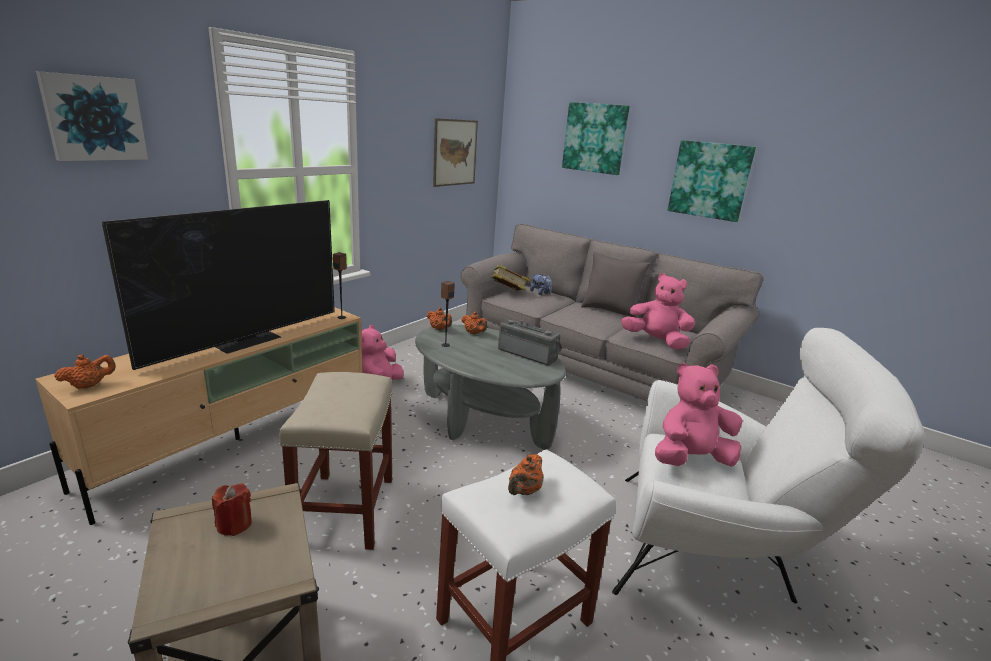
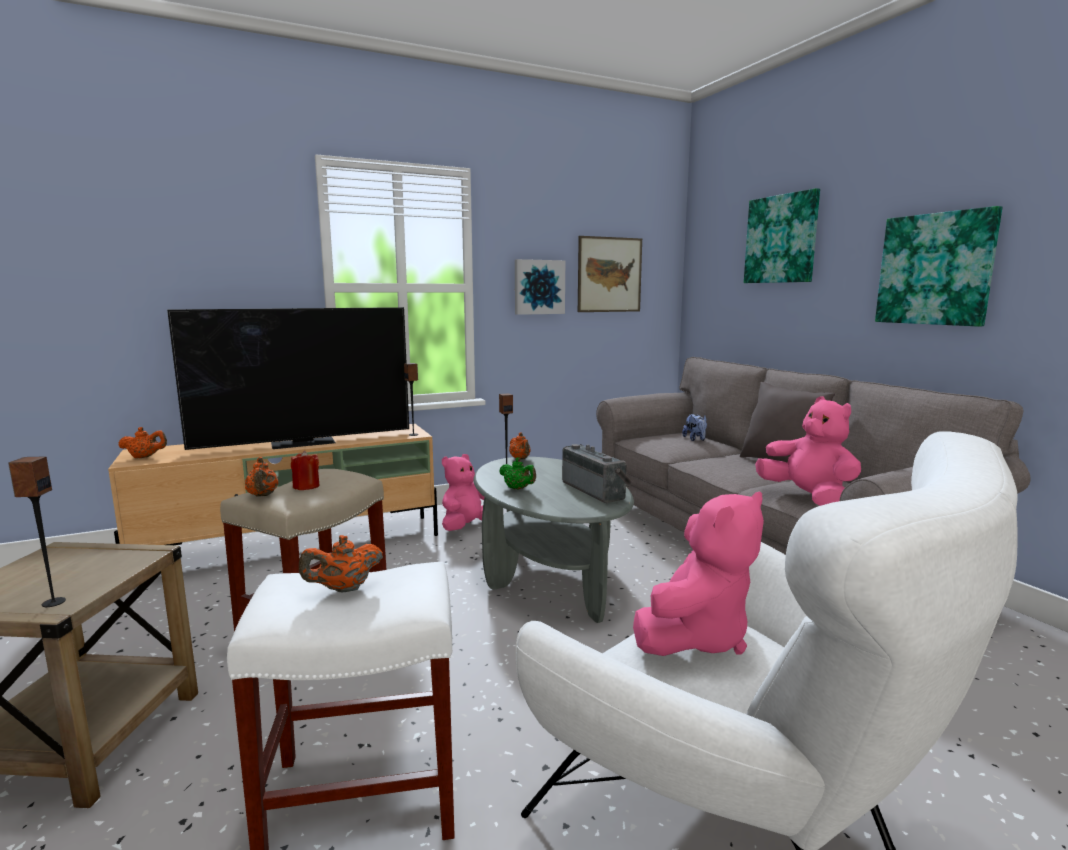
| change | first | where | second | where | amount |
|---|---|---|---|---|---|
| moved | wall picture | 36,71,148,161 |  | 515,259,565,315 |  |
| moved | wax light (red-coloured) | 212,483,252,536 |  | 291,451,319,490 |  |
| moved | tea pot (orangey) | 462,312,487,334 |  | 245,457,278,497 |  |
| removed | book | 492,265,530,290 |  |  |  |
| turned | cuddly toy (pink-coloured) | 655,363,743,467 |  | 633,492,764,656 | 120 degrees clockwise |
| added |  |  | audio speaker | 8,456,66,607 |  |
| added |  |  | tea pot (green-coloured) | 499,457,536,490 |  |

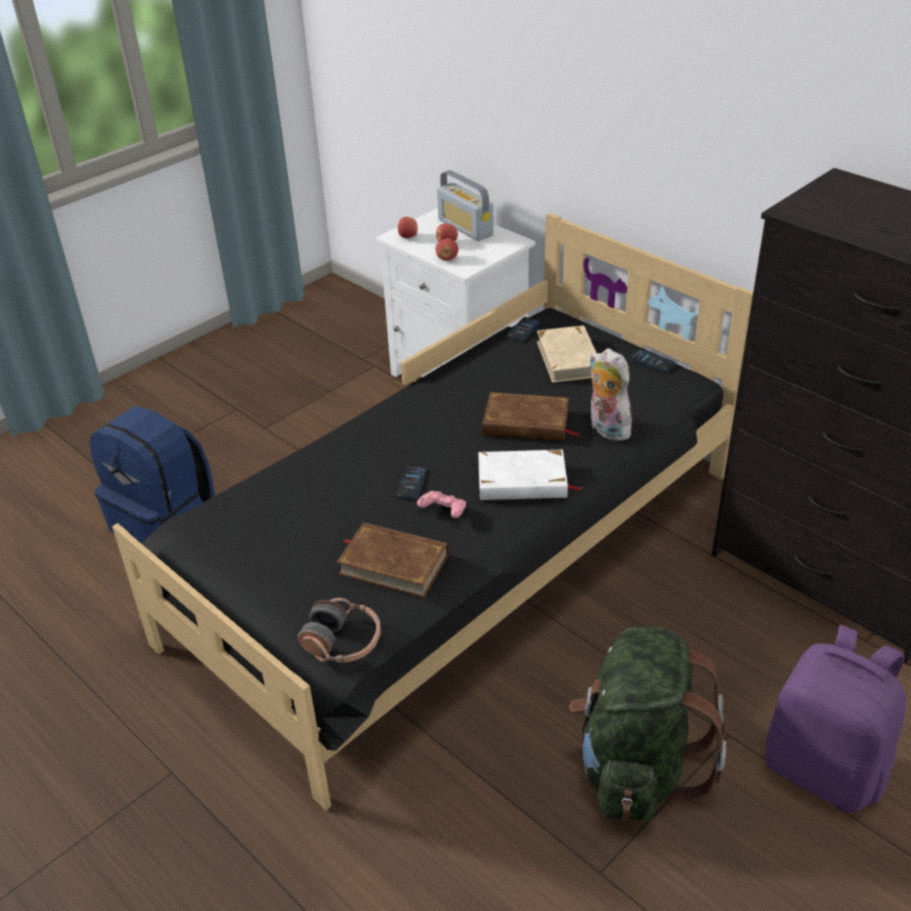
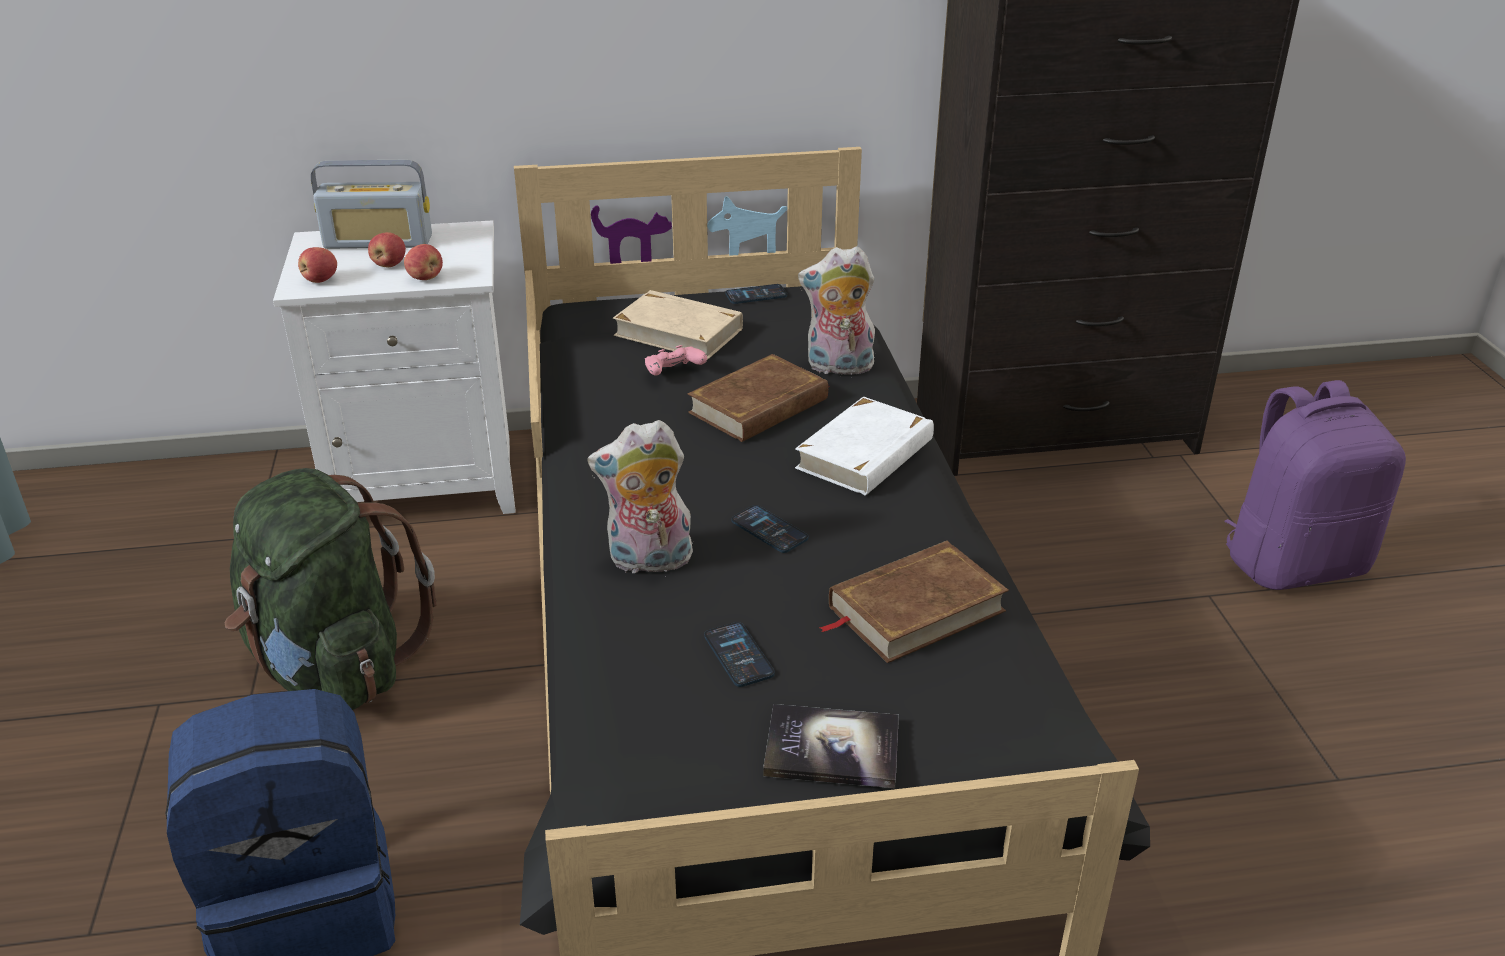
| change | first | where | second | where | amount |
|---|---|---|---|---|---|
| removed | headphones | 297,598,381,663 |  |  |  |
| moved | joypad (pink-coloured) | 417,491,466,518 |  | 645,345,707,376 |  |
| moved | handset | 506,317,541,342 |  | 704,622,775,687 |  |
| moved | knapsack (green-coloured) | 569,627,727,821 |  | 224,468,437,710 |  |
| added |  |  | cuddly toy | 587,420,694,573 |  |
| added |  |  | book | 763,704,899,788 |  |

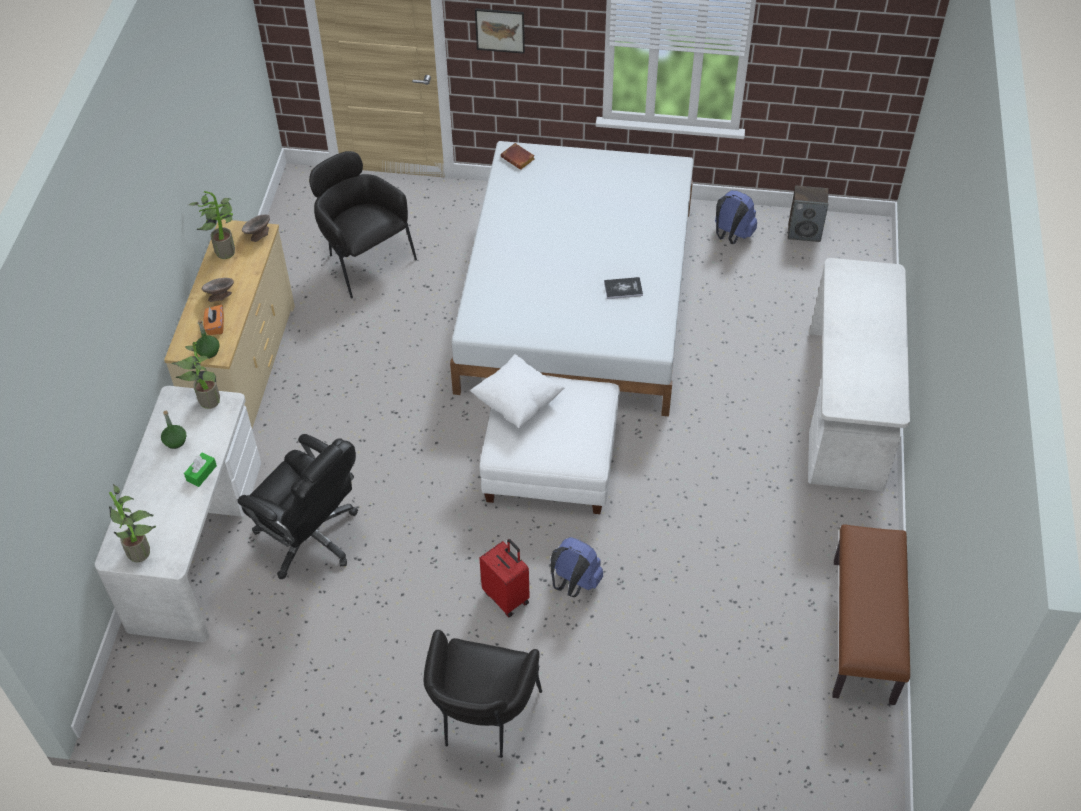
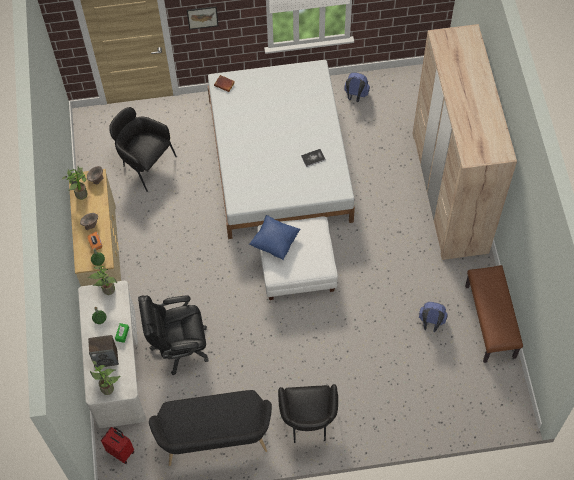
| change | first | where | second | where | amount |
|---|---|---|---|---|---|
| turned | desk chair (black-coloured) | 237,434,358,579 |  | 138,295,208,375 | 150 degrees clockwise |
| recoloured | cushion (white-coloured) | 470,354,565,429 | cushion (blue-coloured) | 249,215,301,260 |  |
| moved | piece of luggage (red-coloured) | 479,539,530,617 |  | 101,427,134,464 |  |
| moved | knapsack (blue-coloured) | 551,537,603,597 |  | 419,302,448,332 |  |
| moved | audio speaker | 788,186,828,242 |  | 88,335,119,368 |  |
| replaced | desk (white-coloured) | 808,258,910,491 | wardrobe (beige-coloured) | 413,24,517,260 |  |
| added |  |  | indoor bench (black-coloured) | 149,390,272,466 |  |

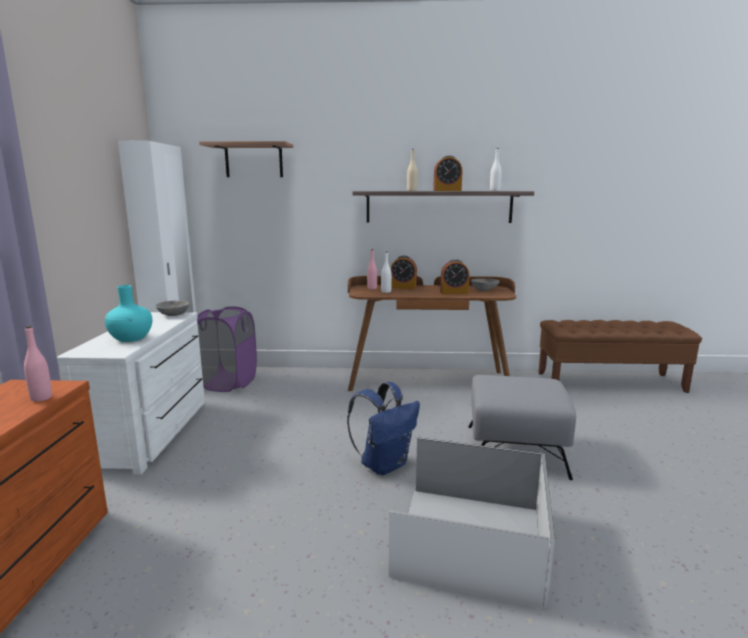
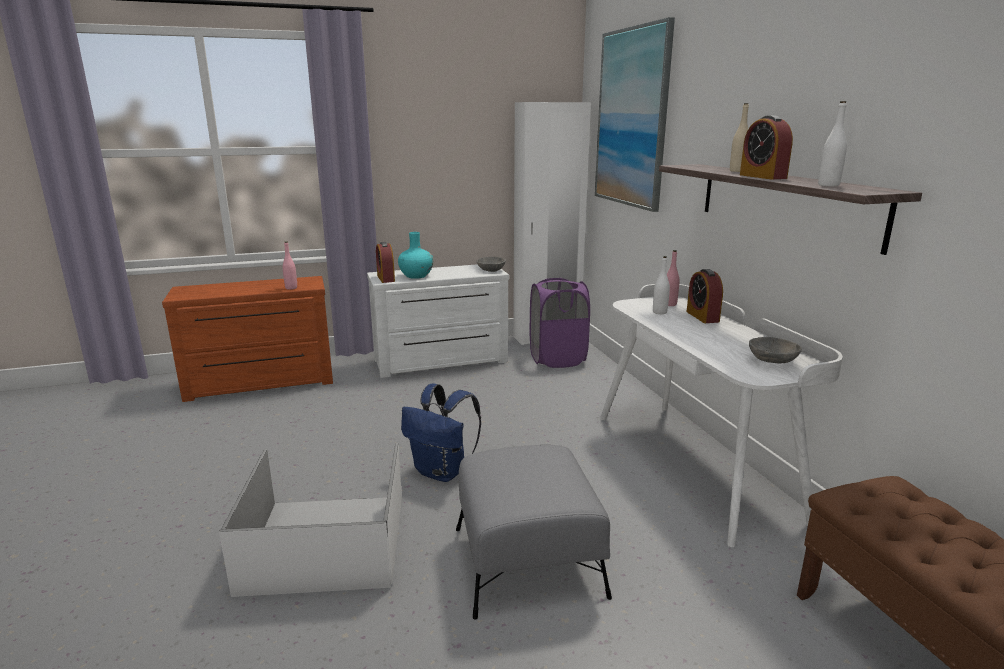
| change | first | where | second | where | amount |
|---|---|---|---|---|---|
| replaced | wall shelf | 199,141,293,177 | wall picture | 595,17,675,212 |  |
| recoloured | desk (brown) | 348,276,516,391 | desk (white-coloured) | 600,284,843,547 |  |
| moved | table clock | 440,259,470,294 |  | 376,242,395,283 |  |

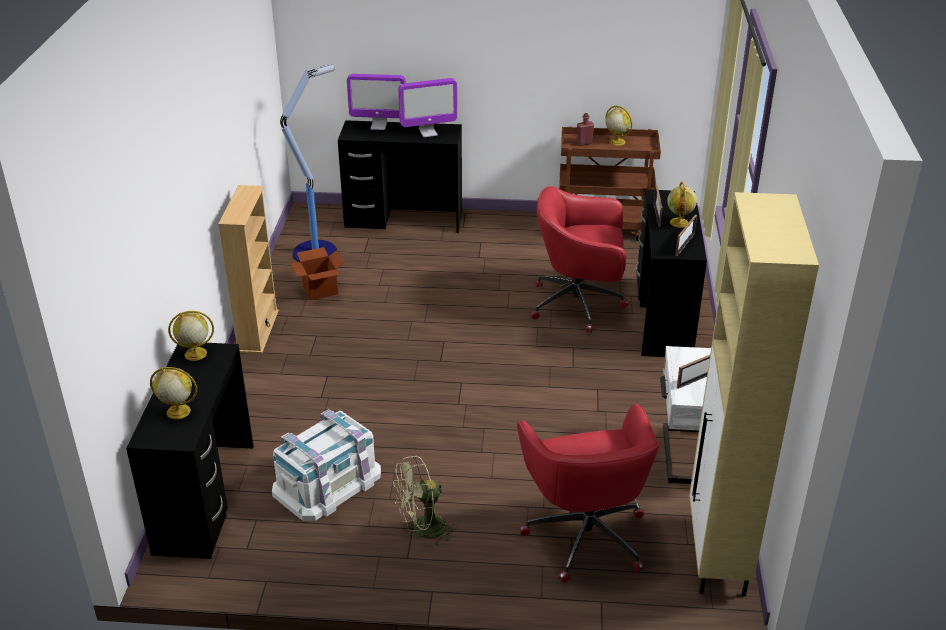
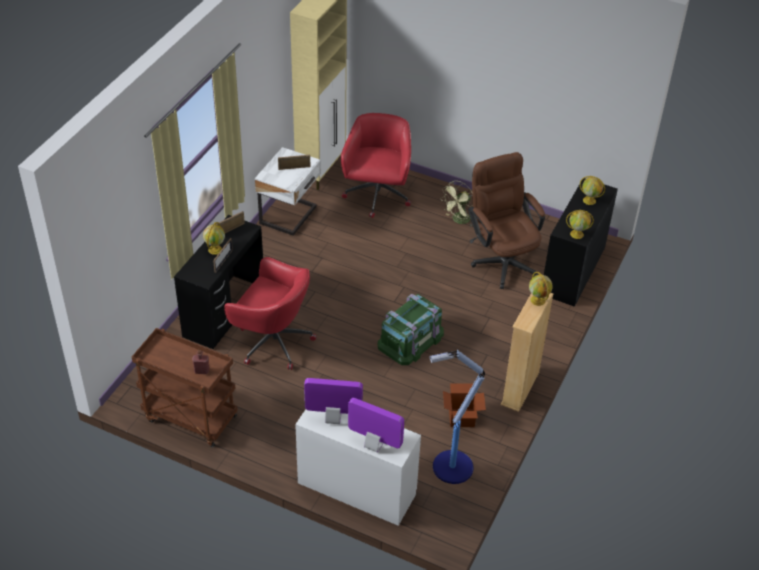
| change | first | where | second | where | amount |
|---|---|---|---|---|---|
| replaced | storage box (white-coloured) | 272,409,381,521 | desk chair (brown) | 468,152,545,289 |  |
| recoloured | desk (black-coloured) | 338,120,462,233 | desk (white-coloured) | 295,410,421,526 |  |
| turned | electric fan (green-coloured) | 393,455,457,547 |  | 440,181,472,226 | 135 degrees clockwise |
| moved | desk globe | 606,105,632,146 |  | 529,272,553,306 |  |
| added |  |  | storage box (green-coloured) | 378,294,444,365 |  |

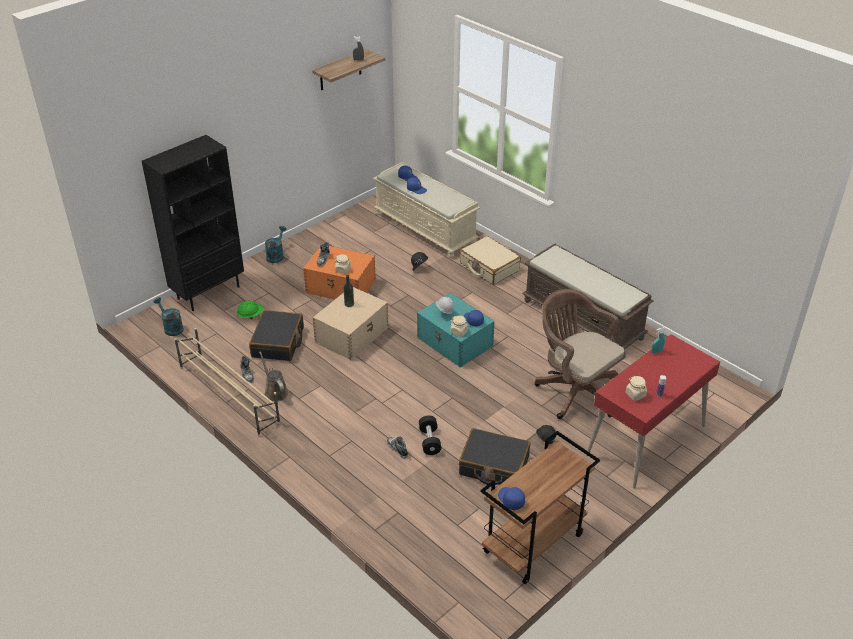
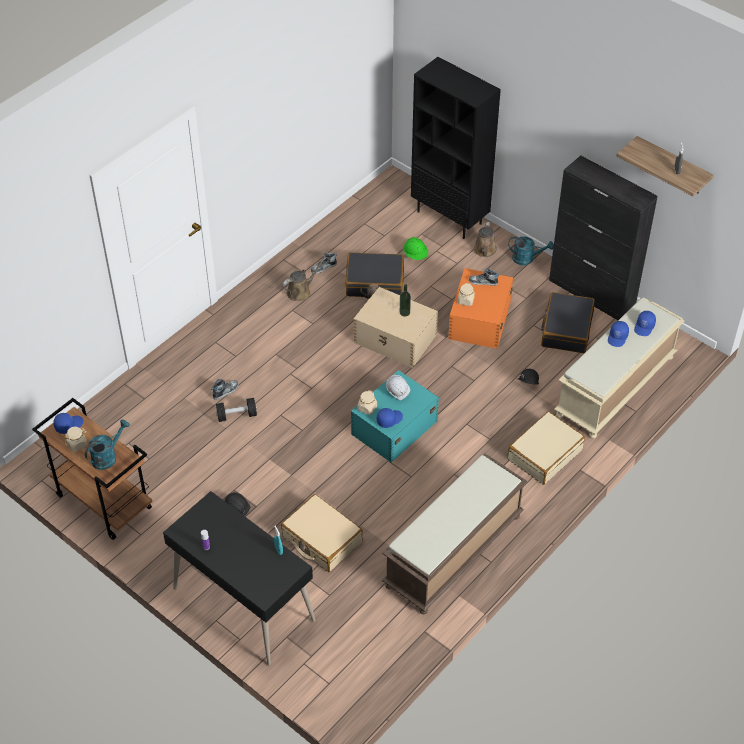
| change | first | where | second | where | amount |
|---|---|---|---|---|---|
| moved | watering can (turquoise-coloured) | 153,297,184,336 |  | 85,419,130,470 |  |
| removed | shoe rack (beige-coloured) | 175,328,280,436 |  |  |  |
| moved | piece of luggage (black-coloured) | 459,428,530,485 |  | 541,292,595,353 |  |
| replaced | desk chair (brown) | 535,289,626,419 | piece of luggage (beige-coloured) | 281,494,363,572 |  |
| recoloured | desk (red-coloured) | 586,334,720,488 | desk (black-coloured) | 163,491,315,665 |  |
| moved | preserve jar (beige-coloured) | 625,376,647,401 |  | 65,427,88,452 |  |
| added |  |  | watering can (brown) | 474,222,497,257 |  |
| added |  |  | cupboard (black-coloured) | 549,155,658,320 |  |

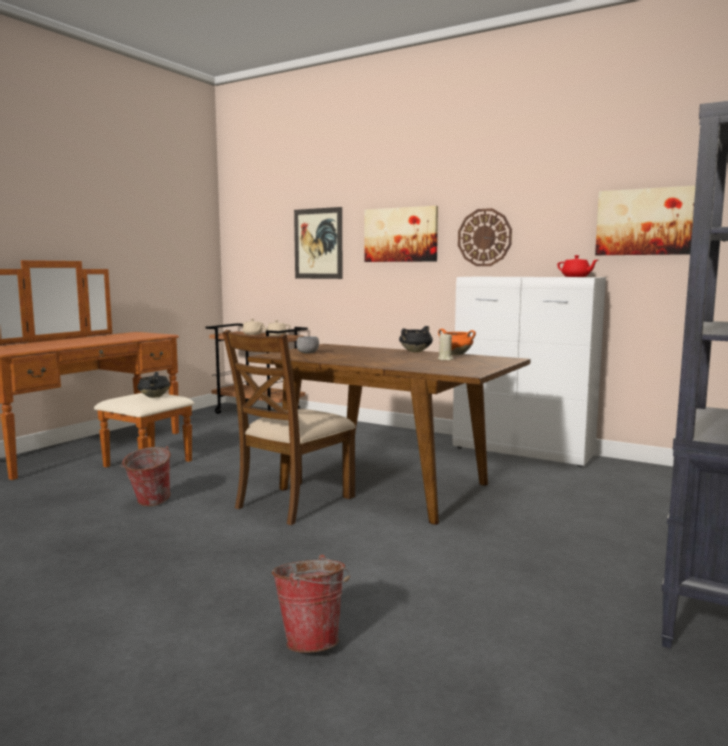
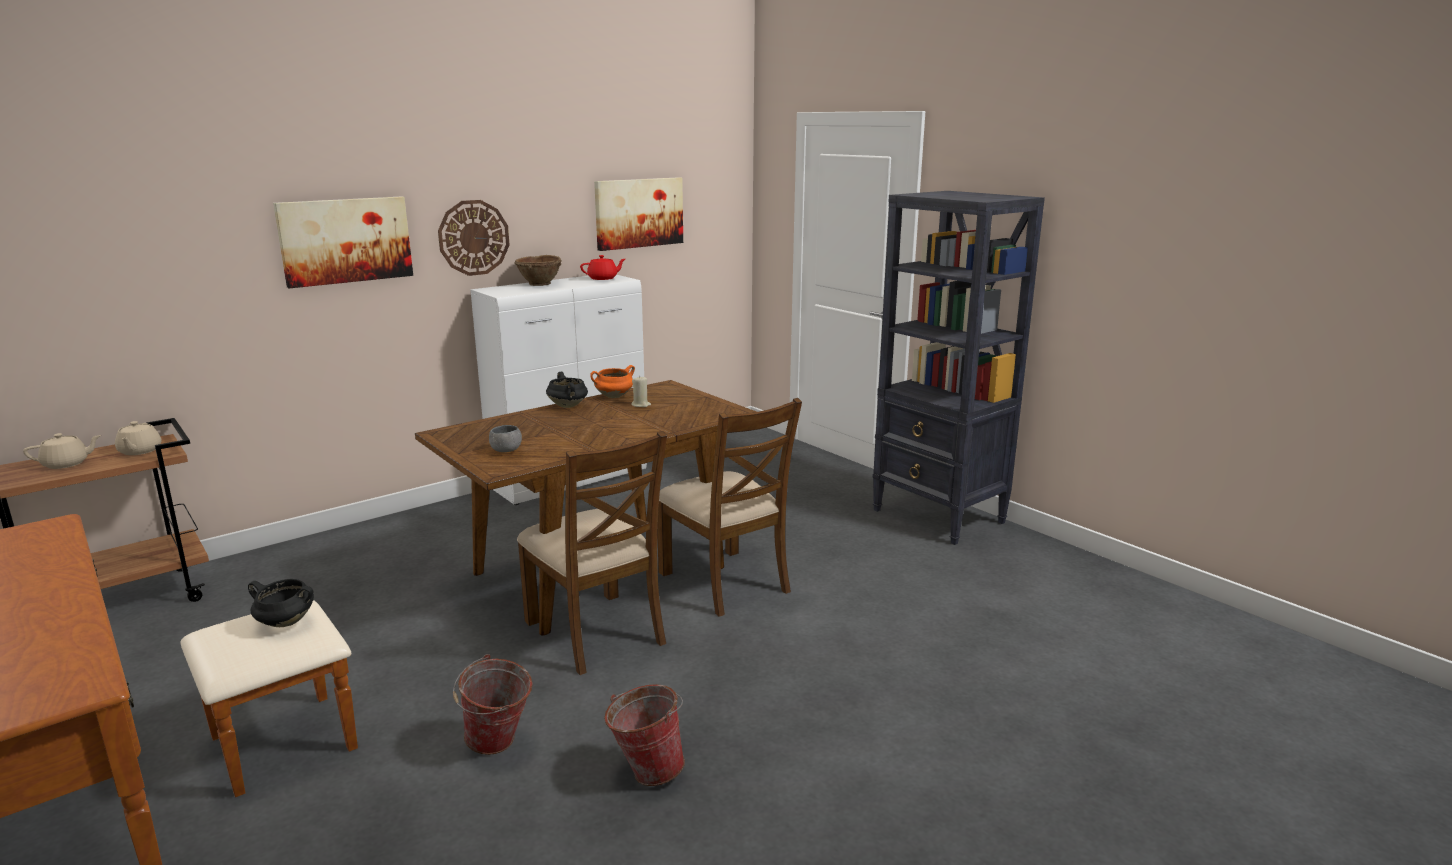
| change | first | where | second | where | amount |
|---|---|---|---|---|---|
| moved | pail | 272,555,350,653 |  | 604,684,685,786 |  |
| removed | wall picture | 294,207,343,279 |  |  |  |
| added |  |  | bowl (brown) | 514,255,562,286 |  |
| added |  |  | plain chair (brown) | 658,398,802,617 |  |

